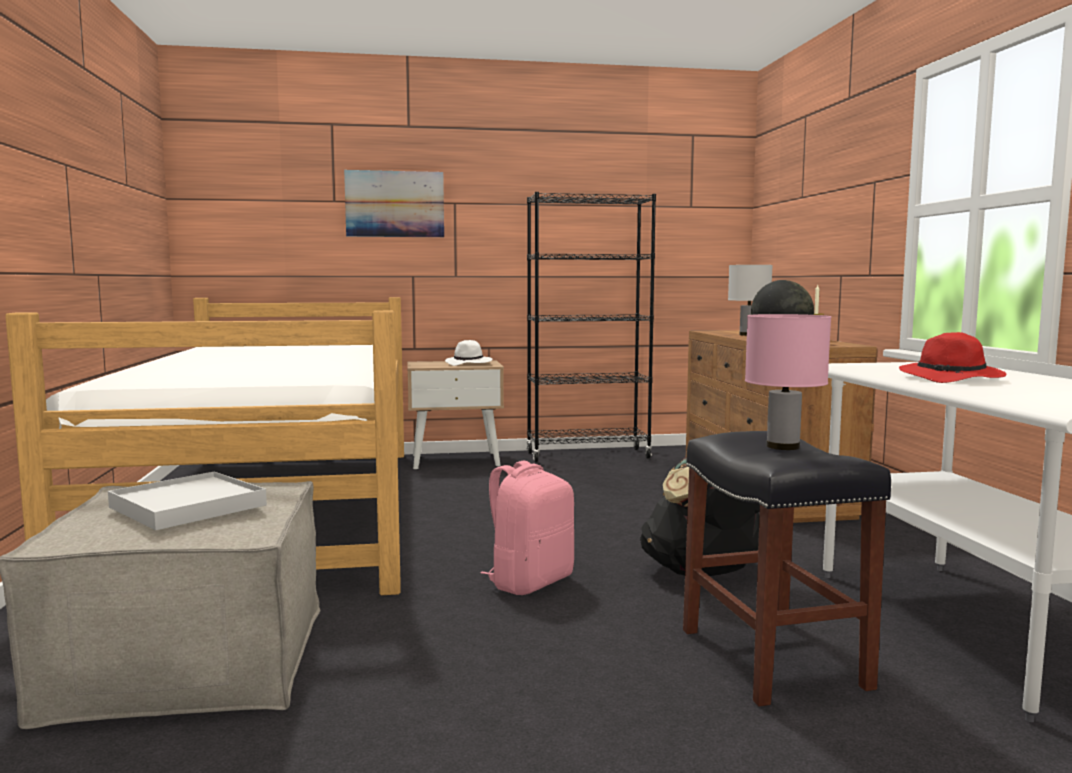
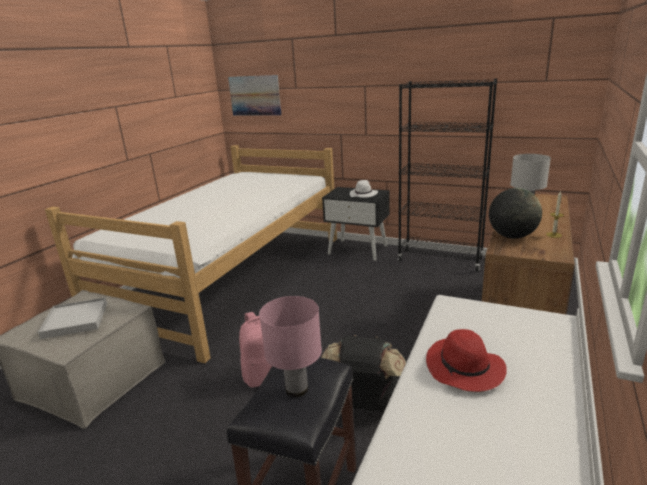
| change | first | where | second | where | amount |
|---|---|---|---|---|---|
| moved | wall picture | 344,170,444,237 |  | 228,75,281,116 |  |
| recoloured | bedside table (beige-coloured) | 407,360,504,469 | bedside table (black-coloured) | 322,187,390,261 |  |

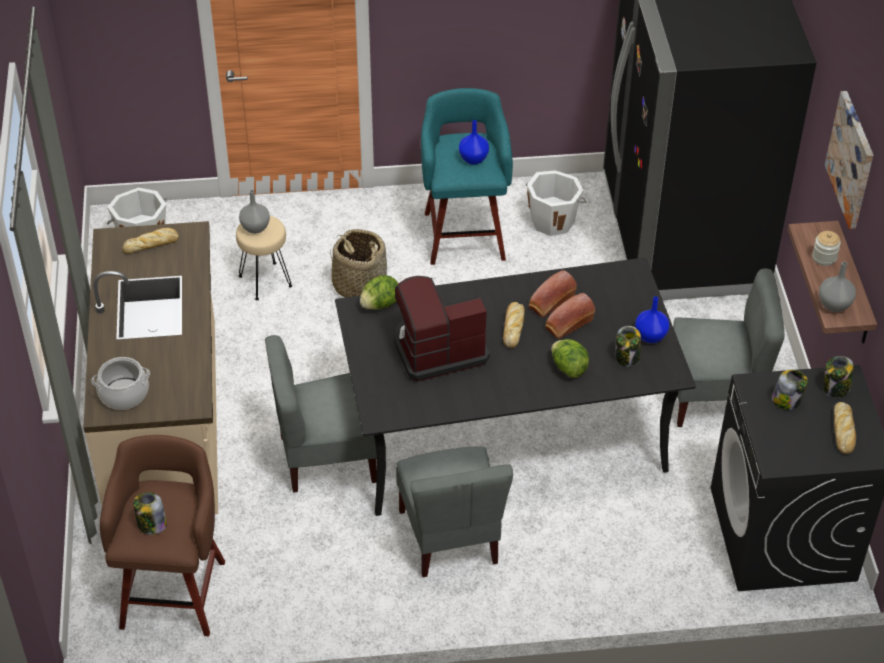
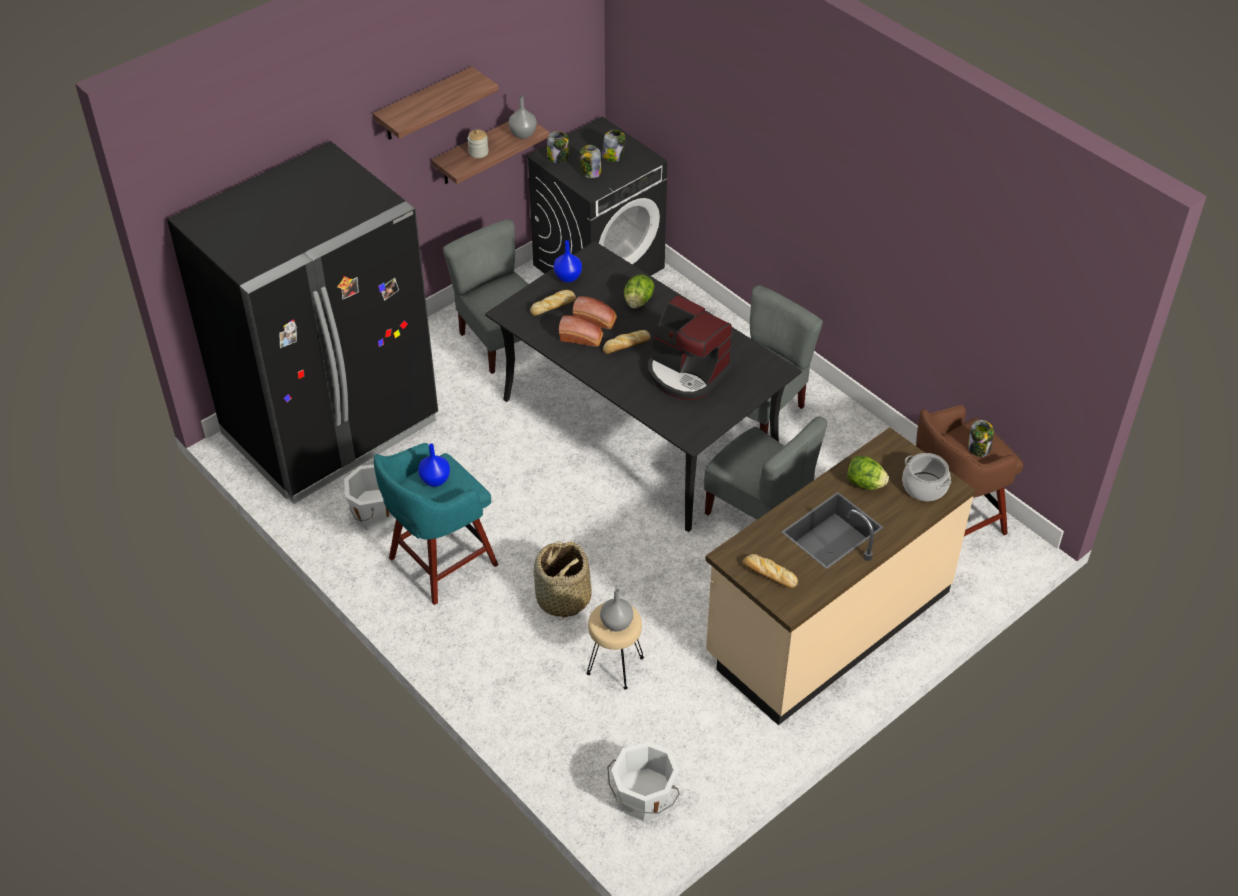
| change | first | where | second | where | amount |
|---|---|---|---|---|---|
| moved | head of lettuce | 360,275,399,309 |  | 847,456,889,490 |  |
| moved | preserve jar | 616,326,641,367 |  | 602,130,625,162 |  |
| replaced | wall picture | 825,91,873,229 | wall shelf | 373,66,499,140 |  |
| moved | baked bread | 834,402,856,454 |  | 530,290,576,316 |  |

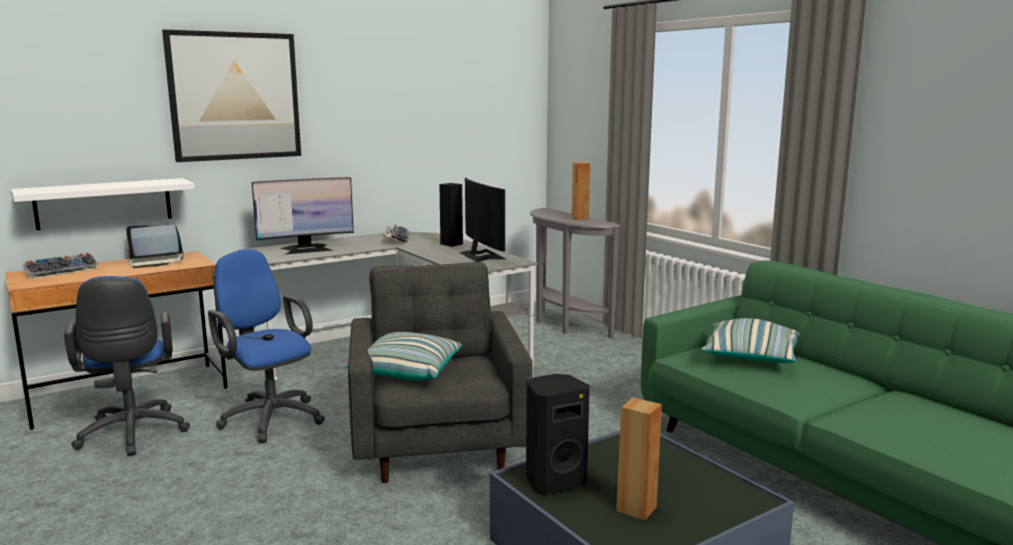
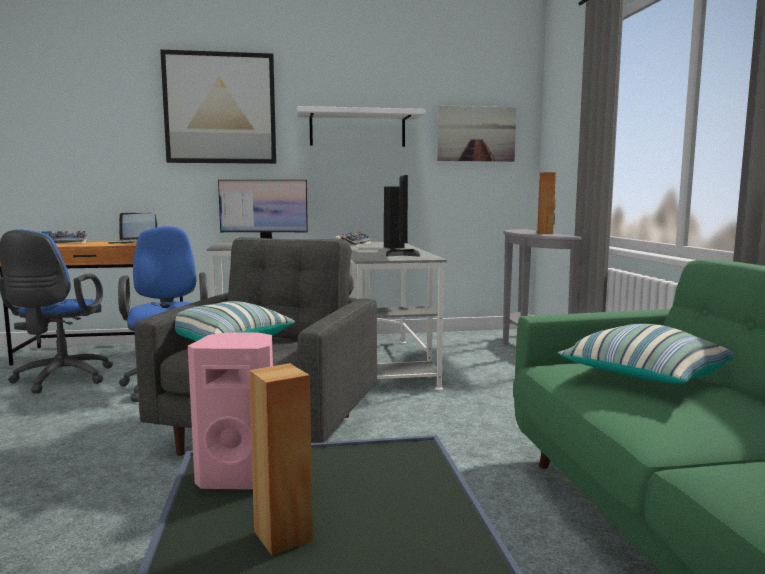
| change | first | where | second | where | amount |
|---|---|---|---|---|---|
| moved | wall shelf (white-coloured) | 11,178,195,230 |  | 297,106,425,147 |  |
| recoloured | audio speaker (black-coloured) | 526,374,590,495 | audio speaker (pink-coloured) | 188,332,273,489 |  |
| added |  |  | wall picture | 437,105,516,162 |  |

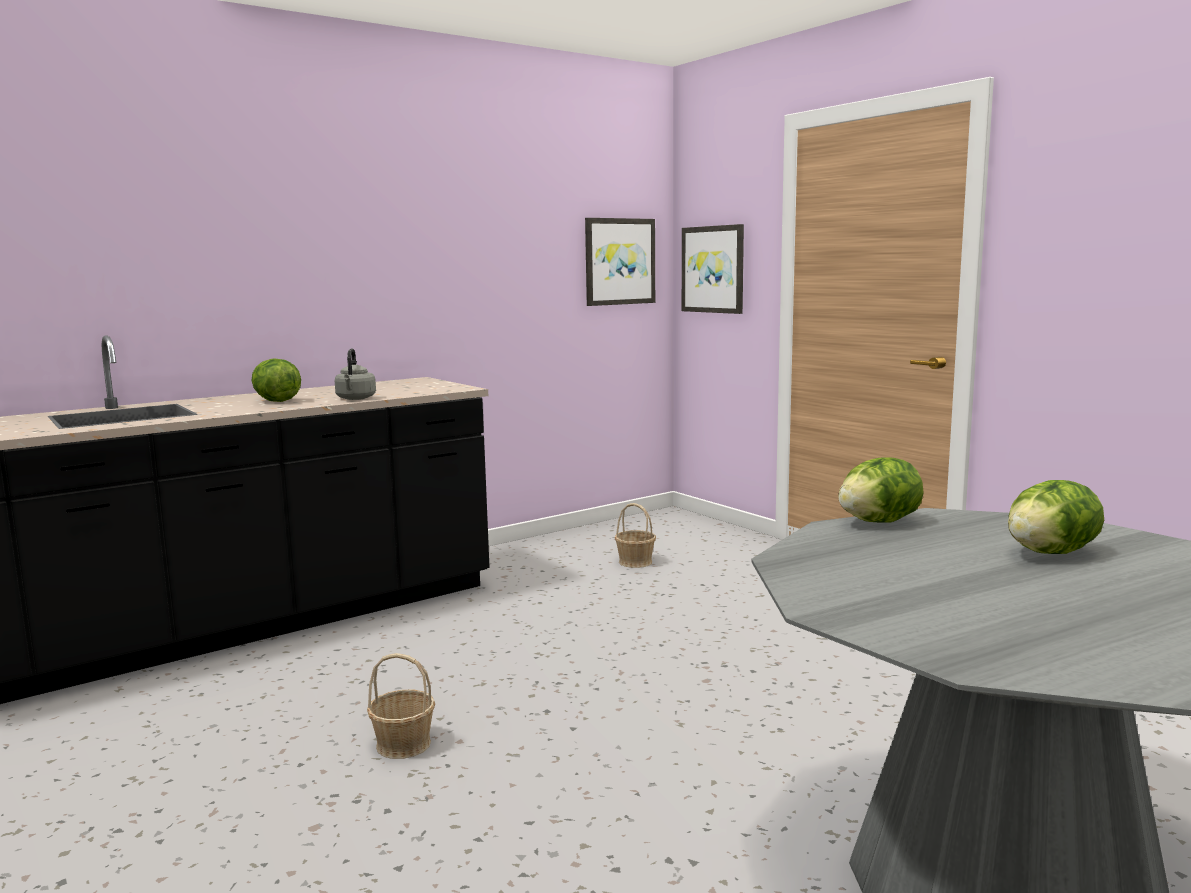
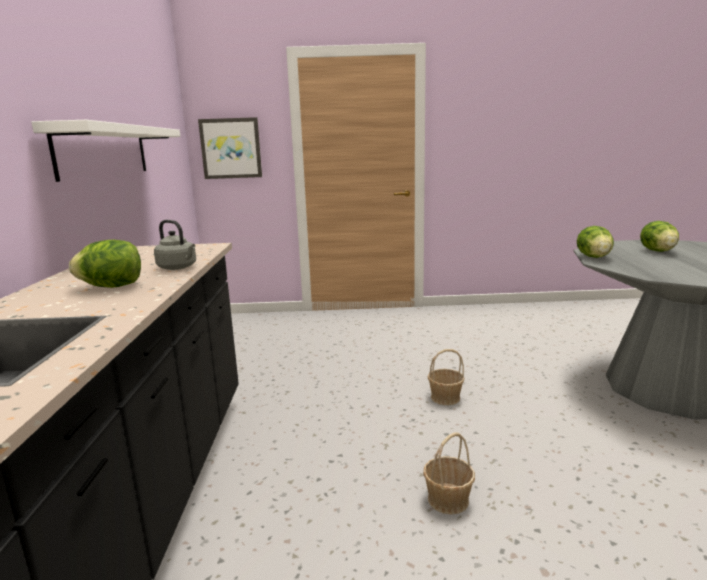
| change | first | where | second | where | amount |
|---|---|---|---|---|---|
| removed | wall picture | 585,218,655,306 |  |  |  |
| moved | household basket | 615,503,656,568 |  | 428,349,465,405 |  |
| added |  |  | wall shelf (white-coloured) | 31,120,181,182 |  |

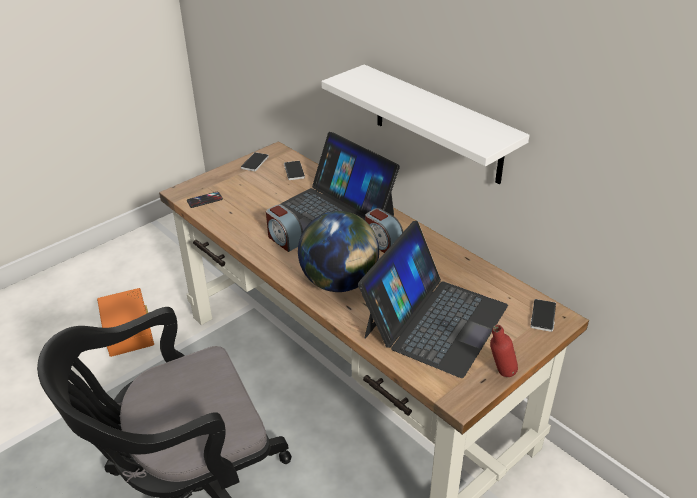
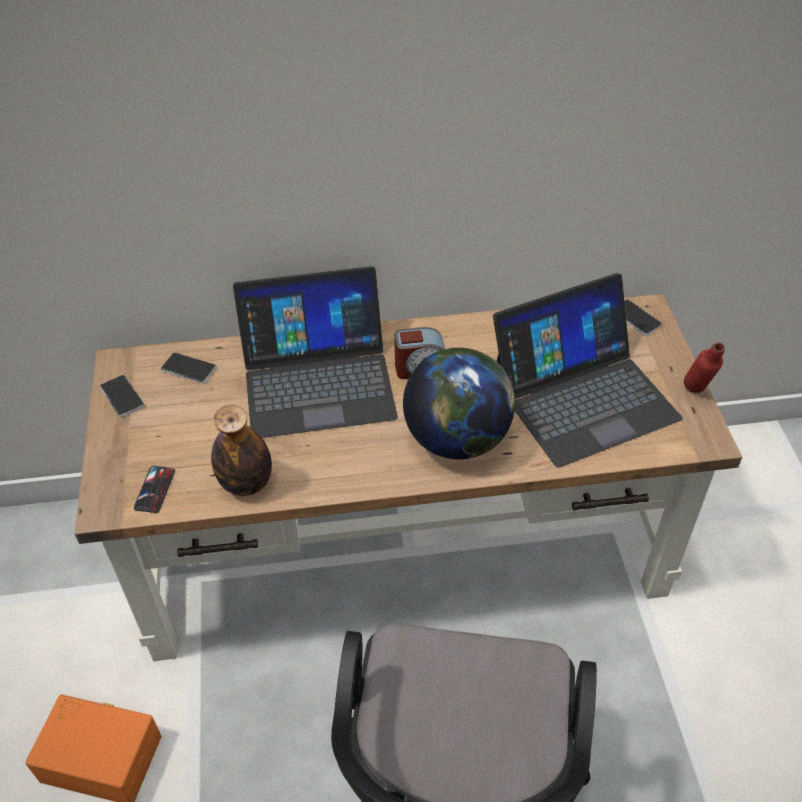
| change | first | where | second | where | amount |
|---|---|---|---|---|---|
| removed | table clock | 266,204,303,252 |  |  |  |
| removed | wall shelf (white-coloured) | 321,64,529,184 |  |  |  |
| turned | laptop | 358,221,508,378 |  | 493,273,683,468 | 90 degrees clockwise |
| added |  |  | beverage bottle | 211,405,272,496 |  |

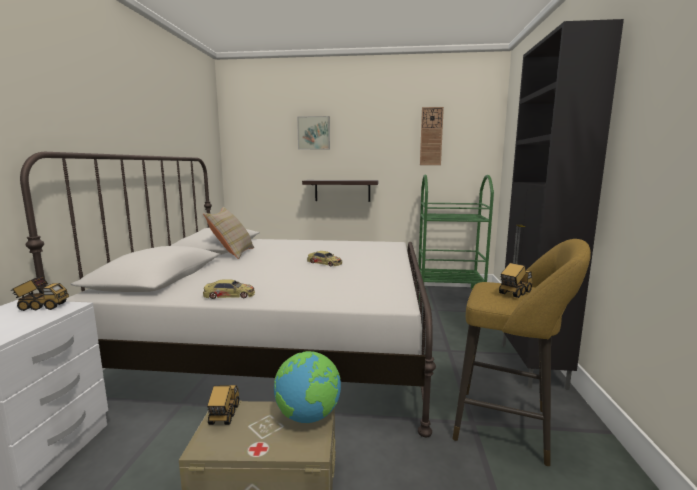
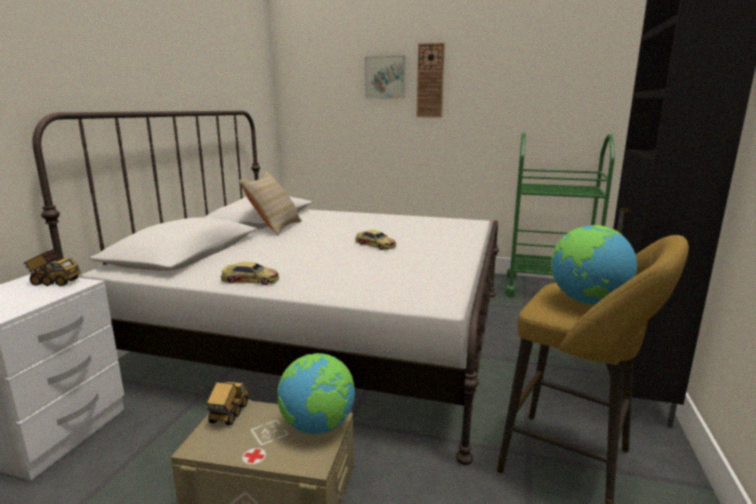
| change | first | where | second | where | amount |
|---|---|---|---|---|---|
| removed | wall shelf | 302,180,378,202 |  |  |  |
| moved | wall clock | 420,107,444,165 |  | 416,43,445,117 |  |
| replaced | toy truck | 499,263,533,298 | desk globe | 551,225,637,305 |  |

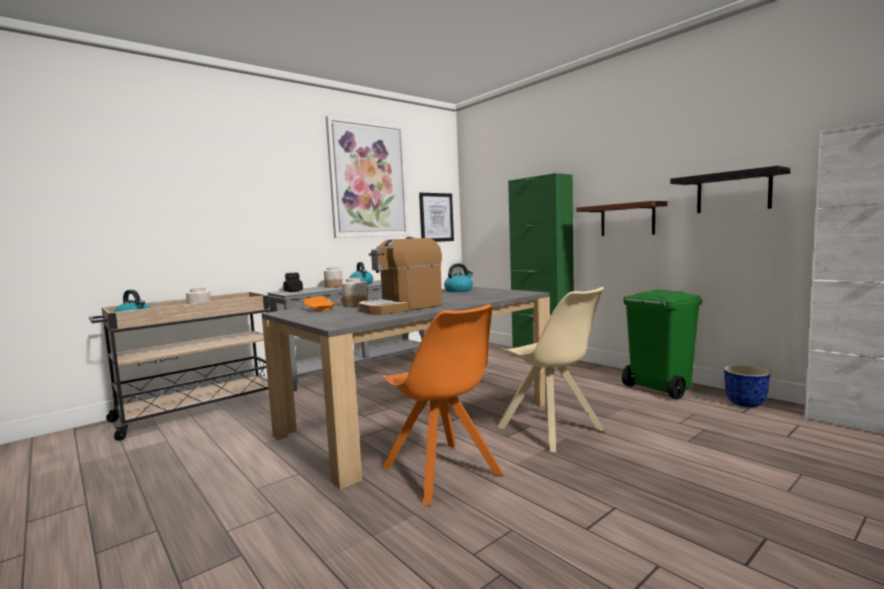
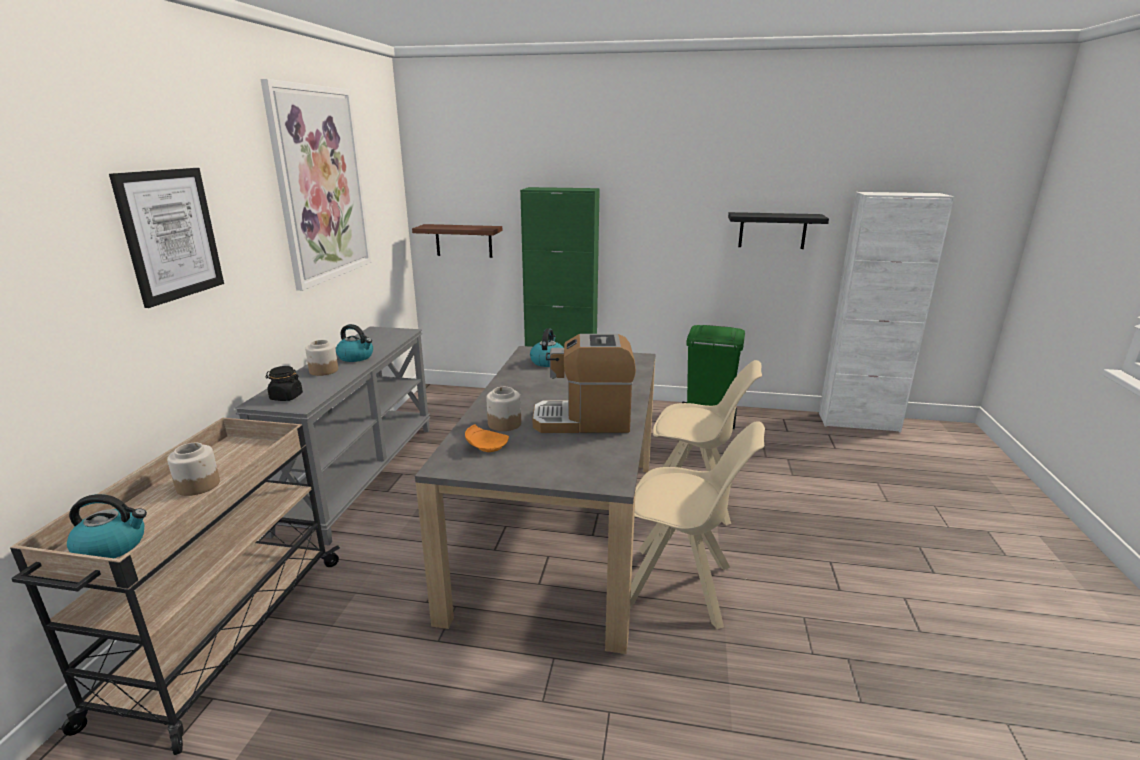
| change | first | where | second | where | amount |
|---|---|---|---|---|---|
| turned | coffee brewer | 358,237,442,315 |  | 533,334,636,433 | 75 degrees clockwise |
| recoloured | plain chair (orangey) | 382,304,504,505 | plain chair (beige-coloured) | 630,421,765,629 |  |
| moved | wall picture | 419,193,454,242 |  | 109,168,224,308 |  |
| moved | wall shelf (brown) | 576,201,667,236 |  | 412,224,503,258 |  |
| removed | planter | 724,365,771,407 |  |  |  |

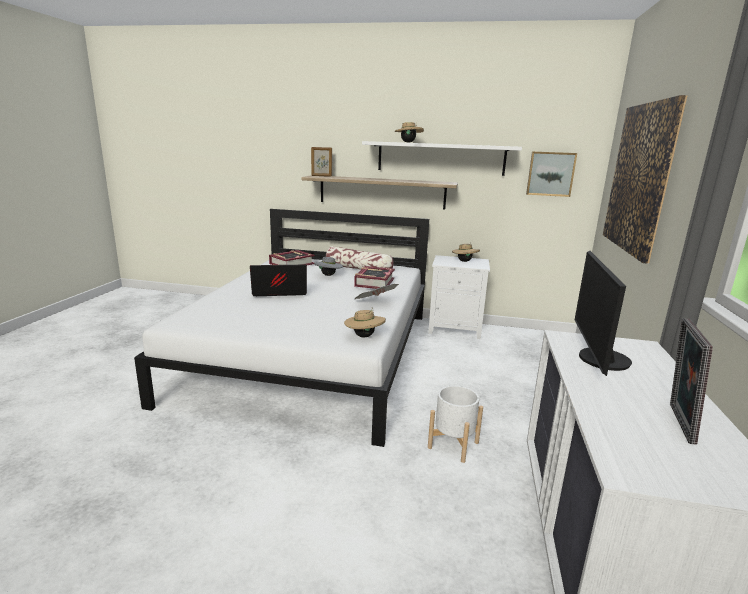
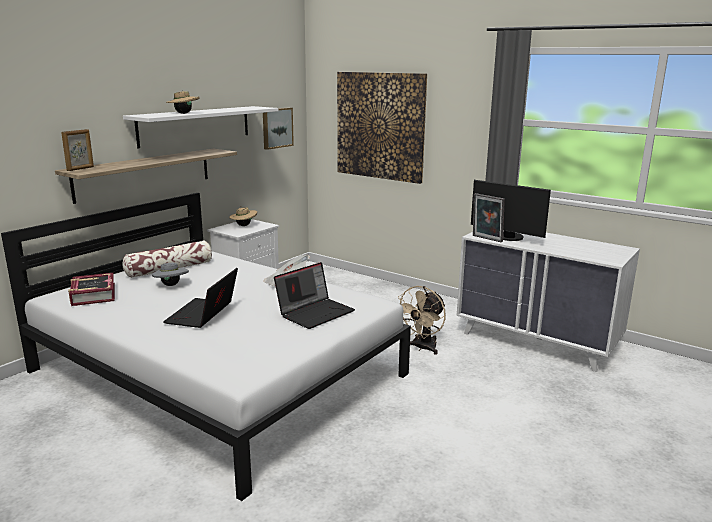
| change | first | where | second | where | amount |
|---|---|---|---|---|---|
| removed | hat (beige-coloured) | 344,308,386,337 |  |  |  |
| removed | book | 354,266,395,289 |  |  |  |
| replaced | planter (white-coloured) | 428,385,483,463 | electric fan (beige-coloured) | 398,286,446,355 |  |
| moved | photo frame | 670,318,713,445 |  | 473,193,505,242 |  |
| added |  |  | laptop | 274,262,355,329 |  |

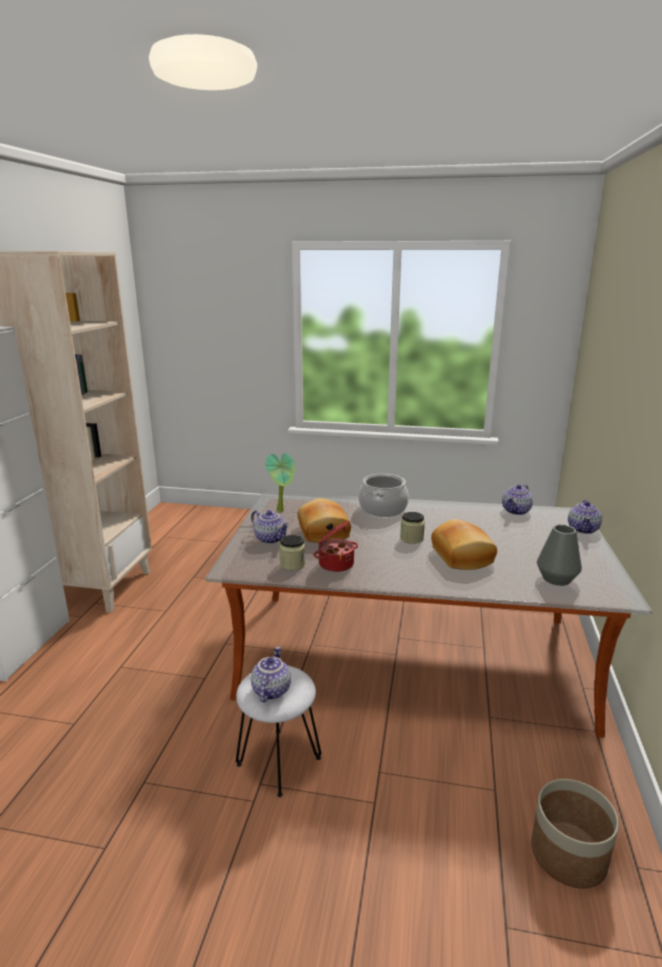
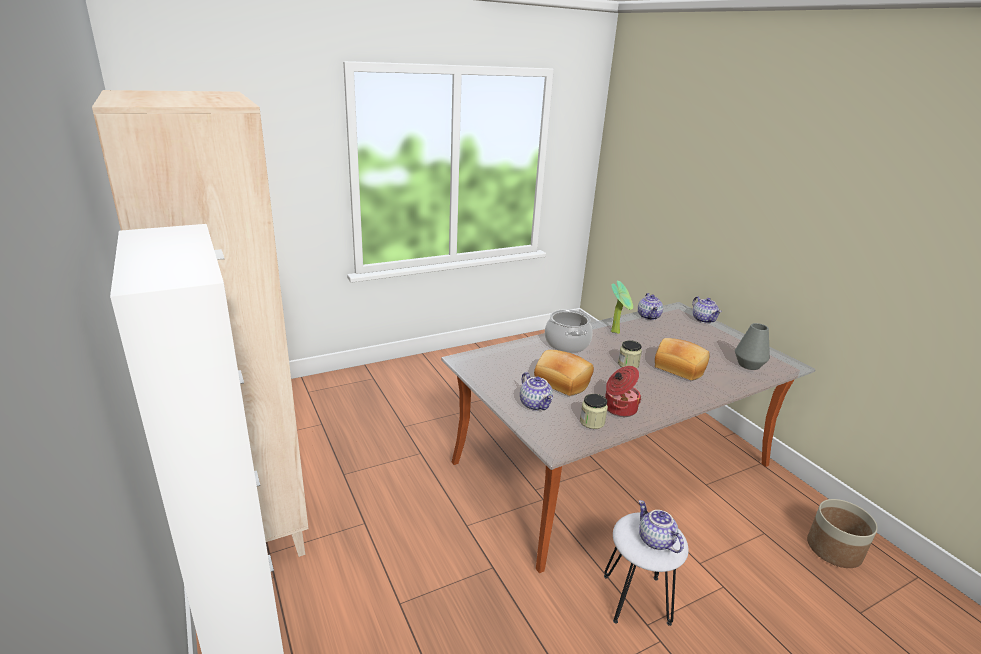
| change | first | where | second | where | amount |
|---|---|---|---|---|---|
| turned | tea pot | 251,510,289,544 |  | 520,372,553,411 | 60 degrees clockwise |
| moved | houseplant | 266,453,295,512 |  | 611,281,633,334 |  |

